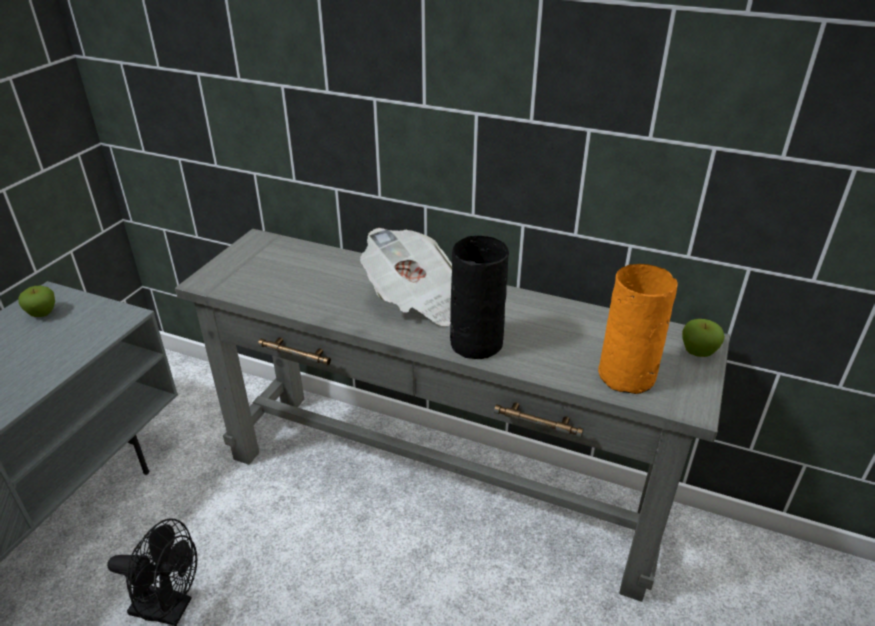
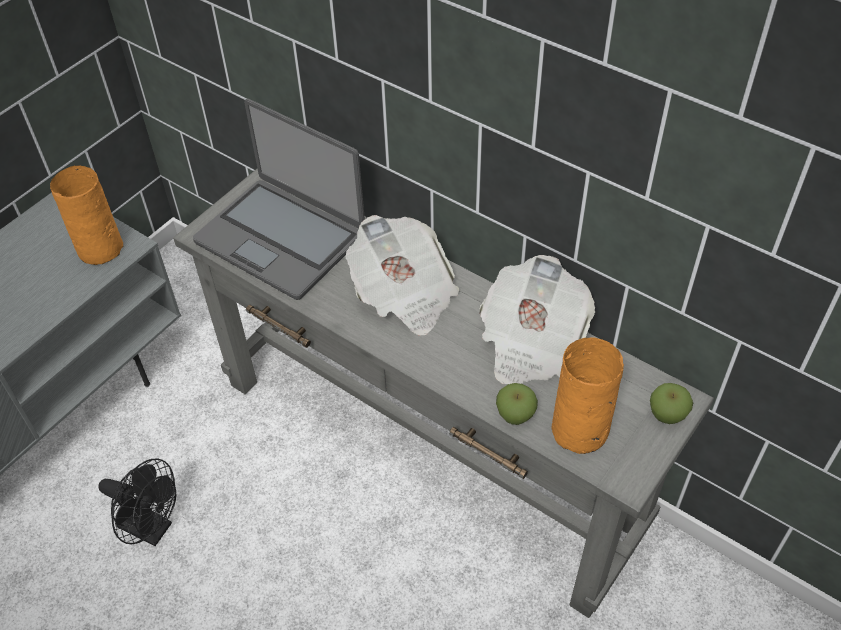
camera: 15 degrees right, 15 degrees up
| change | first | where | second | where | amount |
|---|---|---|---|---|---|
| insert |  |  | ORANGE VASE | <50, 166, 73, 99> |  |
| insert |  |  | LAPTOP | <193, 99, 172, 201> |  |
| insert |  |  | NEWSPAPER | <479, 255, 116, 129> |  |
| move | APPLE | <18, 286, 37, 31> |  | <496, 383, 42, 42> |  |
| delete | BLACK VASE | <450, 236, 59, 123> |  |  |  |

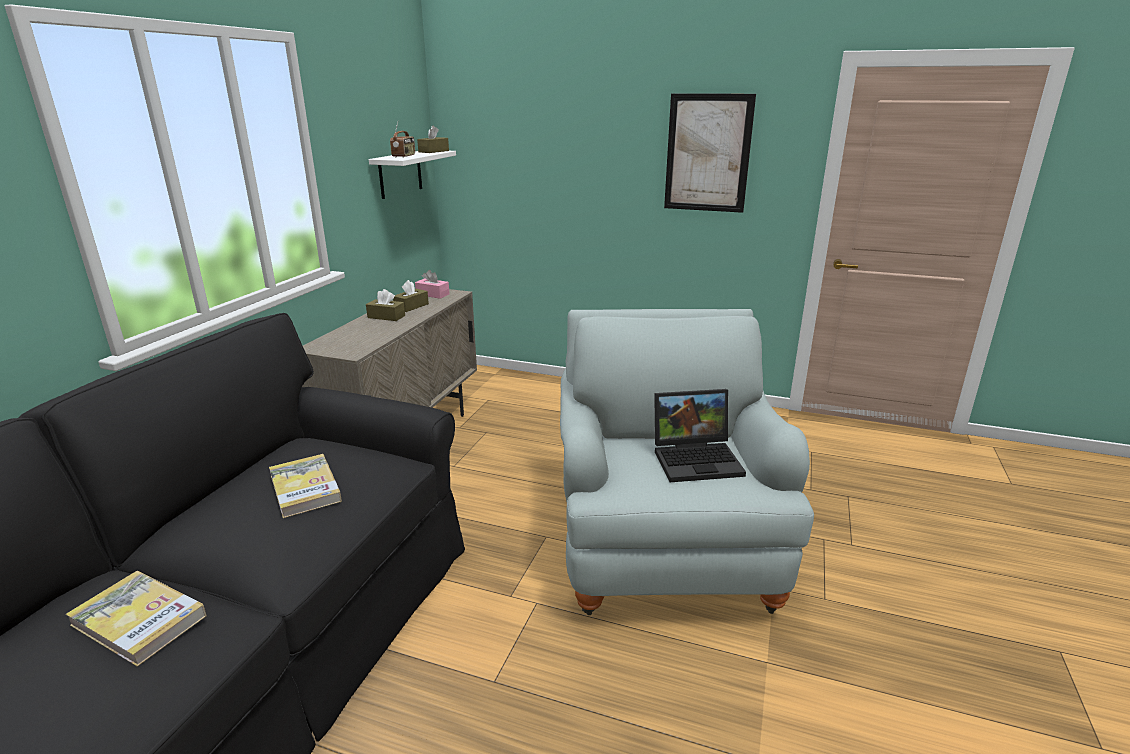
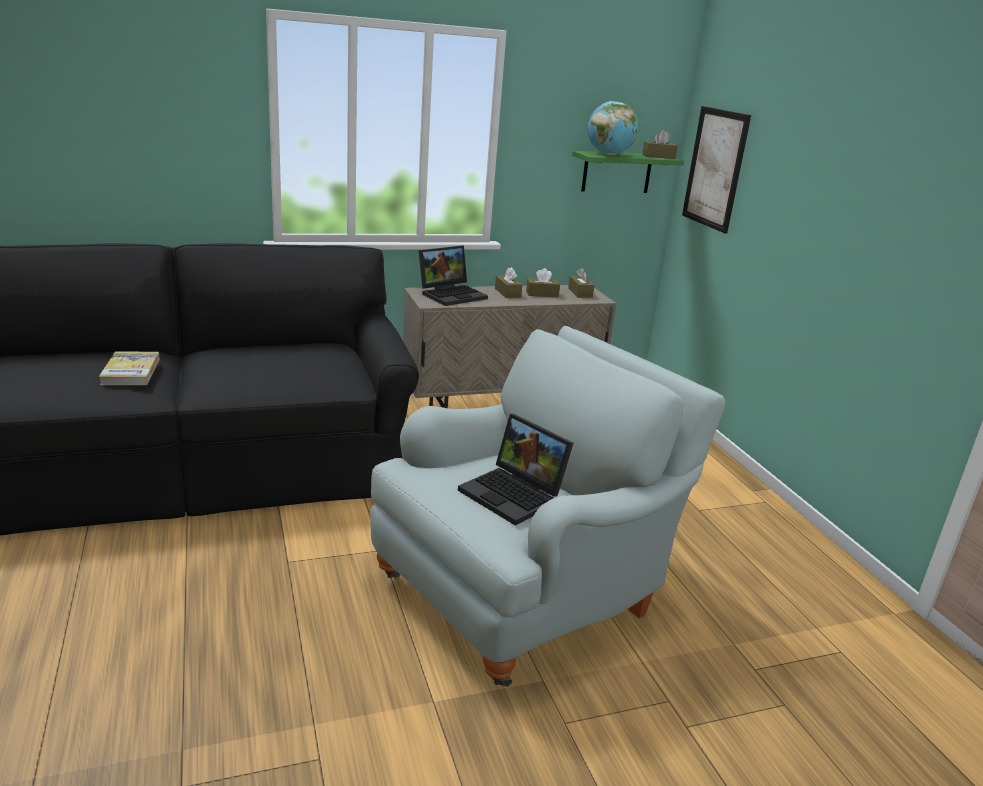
camera: 50 degrees right, 0 degrees up
| change | first | where | second | where | amount |
|---|---|---|---|---|---|
| insert |  |  | LAPTOP | <418, 246, 70, 60> |  |
| recolor | PINK TISSUE BOX | <415, 270, 35, 29> | BROWN TISSUE BOX | <568, 268, 26, 30> |  |
| recolor | WHITE SHELF | <369, 151, 87, 48> | GREEN SHELF | <572, 151, 112, 42> |  |
| replace | RADIO | <390, 122, 25, 36> | GLOBE | <587, 101, 51, 54> |  |
| move | PICTURE | <664, 93, 92, 120> |  | <682, 106, 69, 128> |  |
| delete | BOOK | <269, 454, 73, 64> |  |  |  |

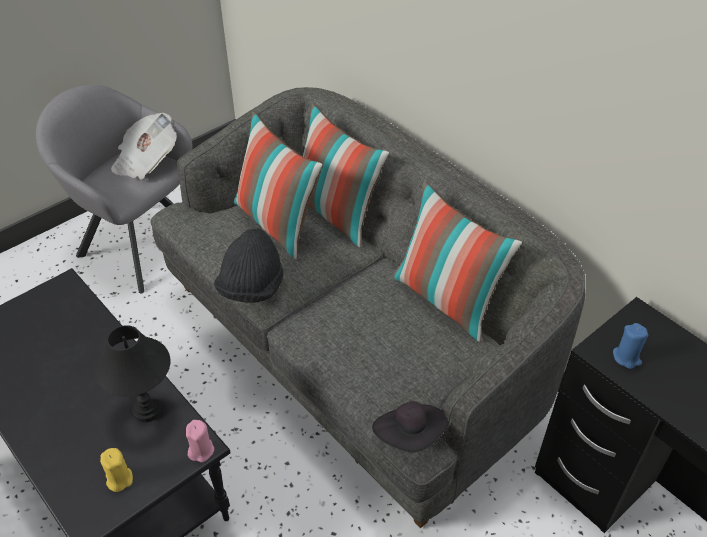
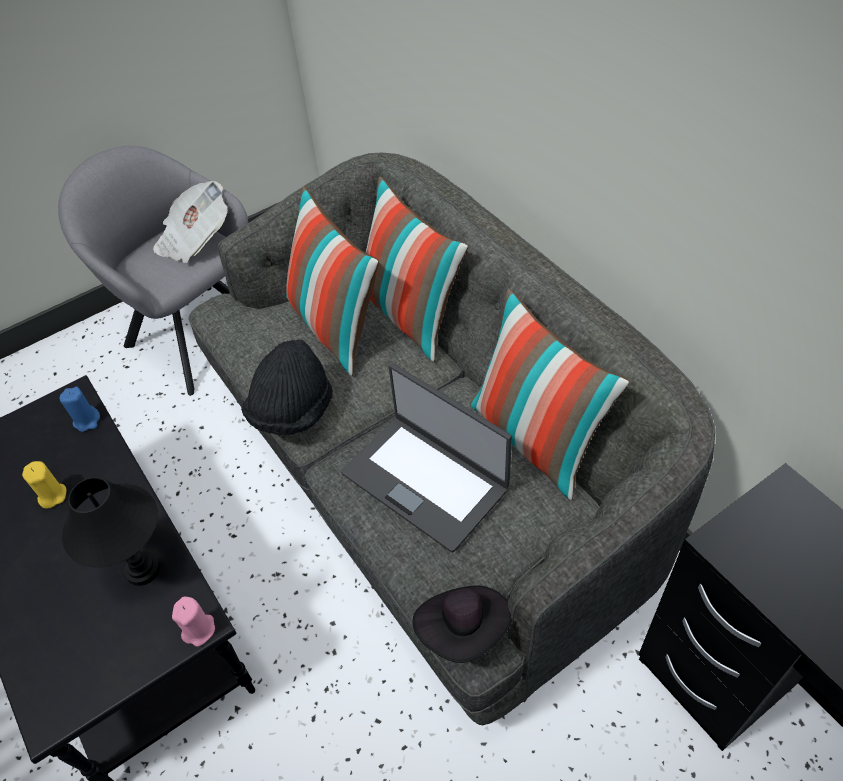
camera: 10 degrees right, 5 degrees up
| change | first | where | second | where | amount |
|---|---|---|---|---|---|
| move | YELLOW CANDLE | <100, 448, 33, 44> |  | <22, 461, 44, 47> |  |
| move | BLUE CANDLE | <613, 323, 35, 46> |  | <60, 387, 40, 45> |  |
| insert |  |  | LAPTOP | <341, 363, 171, 189> |  |

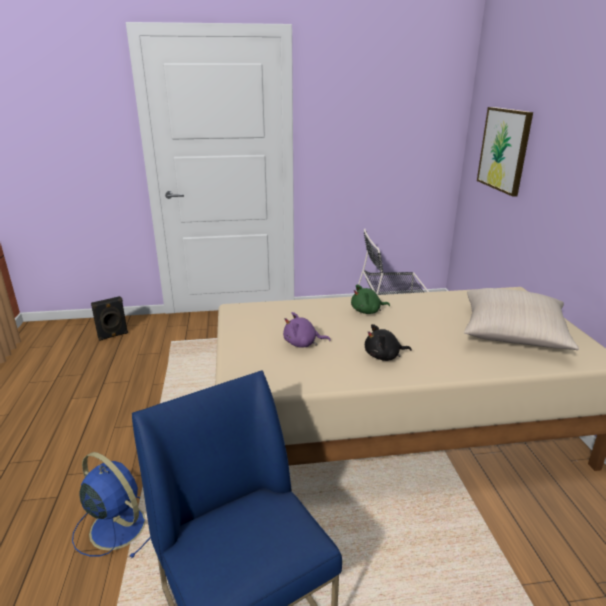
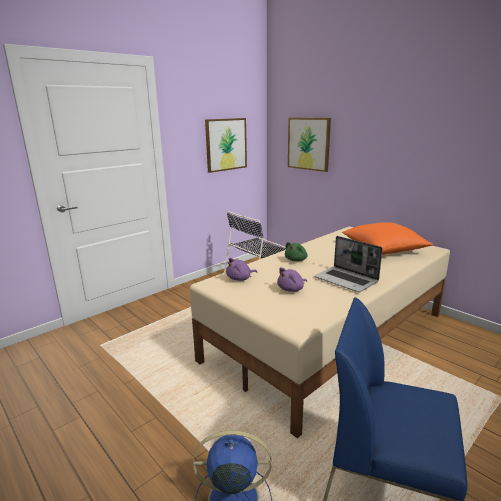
camera: 35 degrees left, 5 degrees down
| change | first | where | second | where | amount |
|---|---|---|---|---|---|
| insert |  |  | PICTURE | <205, 118, 42, 55> |  |
| insert |  |  | PURPLE PLUSH TOY | <226, 258, 31, 23> |  |
| replace | BLACK PLUSH TOY | <365, 324, 47, 37> | LAPTOP | <314, 236, 69, 56> |  |
| recolor | BEIGE PILLOW | <464, 288, 115, 62> | ORANGE PILLOW | <342, 222, 91, 33> |  |
| delete | BLACK SPEAKER | <91, 296, 37, 45> |  |  |  |

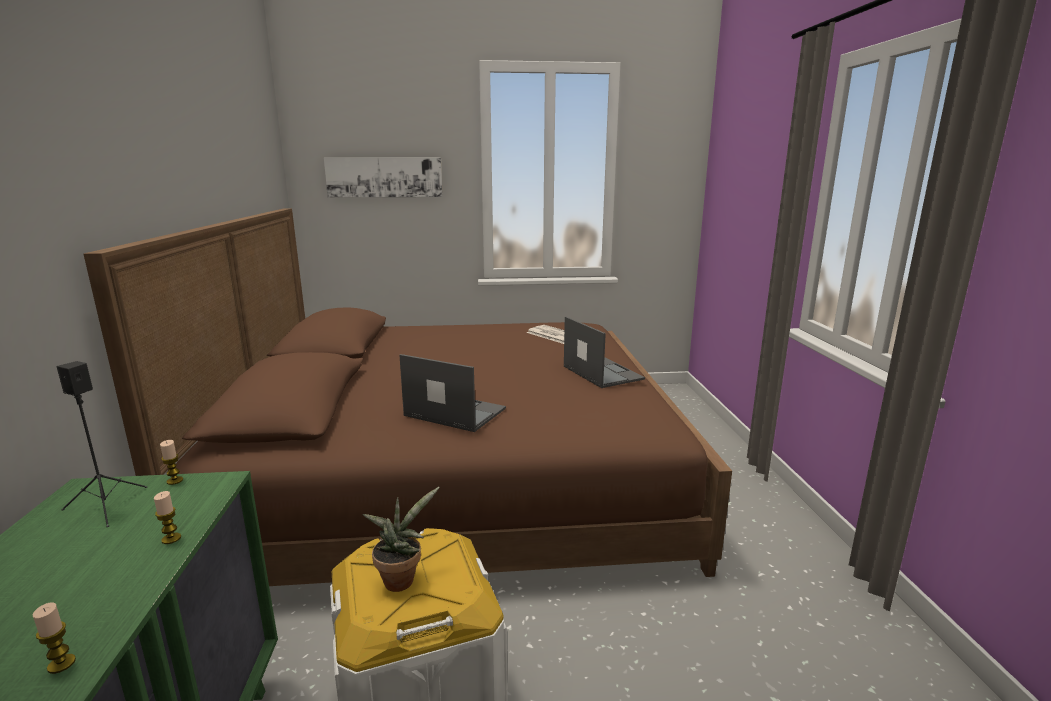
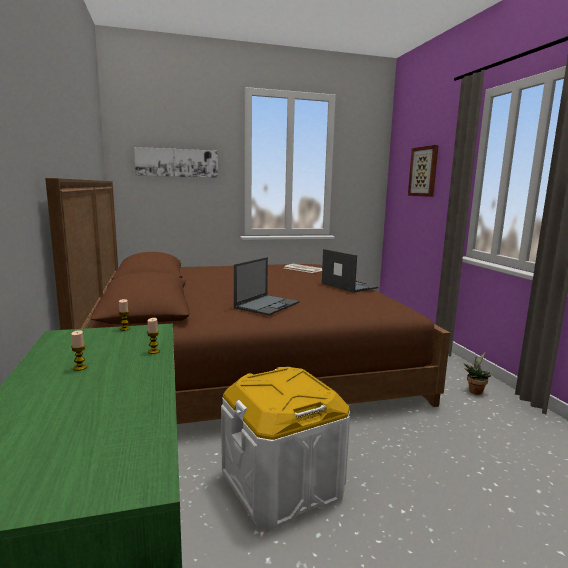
camera: 10 degrees left, 5 degrees down
| change | first | where | second | where | amount |
|---|---|---|---|---|---|
| move | CANDLE | <33, 602, 43, 72> |  | <71, 330, 16, 41> |  |
| rotate | LAPTOP | <399, 354, 107, 78> |  | <234, 257, 65, 59> | 105 degrees clockwise |
| insert |  |  | PICTURE | <408, 145, 31, 52> |  |
| move | POTTED PLANT | <362, 487, 78, 105> |  | <464, 353, 27, 42> |  |
| delete | BLACK SPEAKER | <57, 361, 90, 166> |  |  |  |

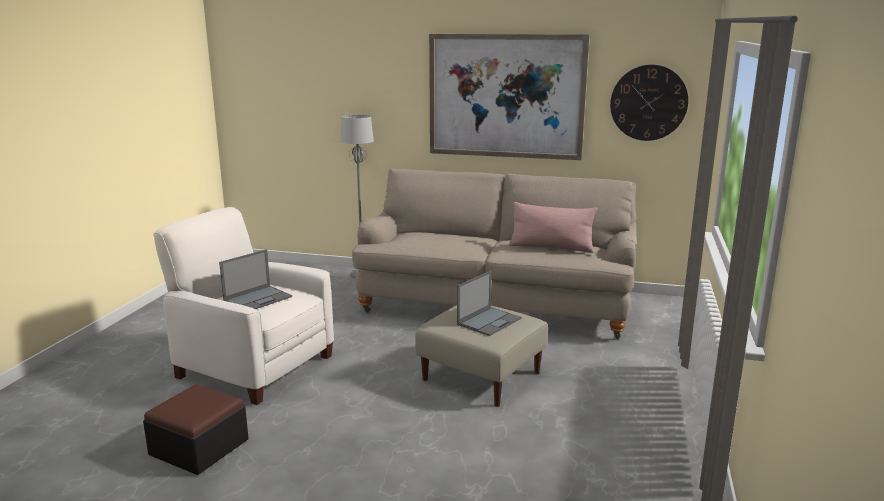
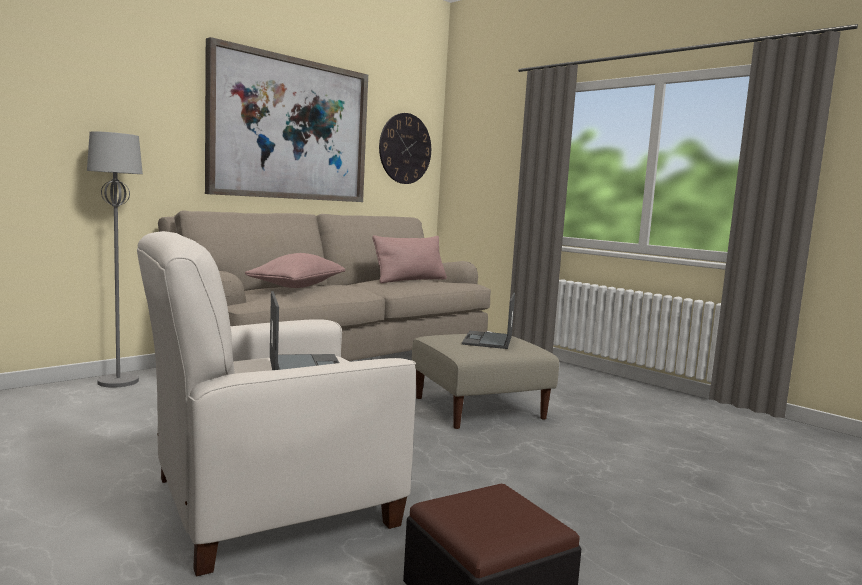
camera: 60 degrees left, 10 degrees down
| change | first | where | second | where | amount |
|---|---|---|---|---|---|
| insert |  |  | PINK PILLOW | <245, 253, 100, 35> |  |
| rotate | LAPTOP | <457, 271, 65, 65> |  | <462, 293, 53, 56> | 150 degrees counterclockwise |

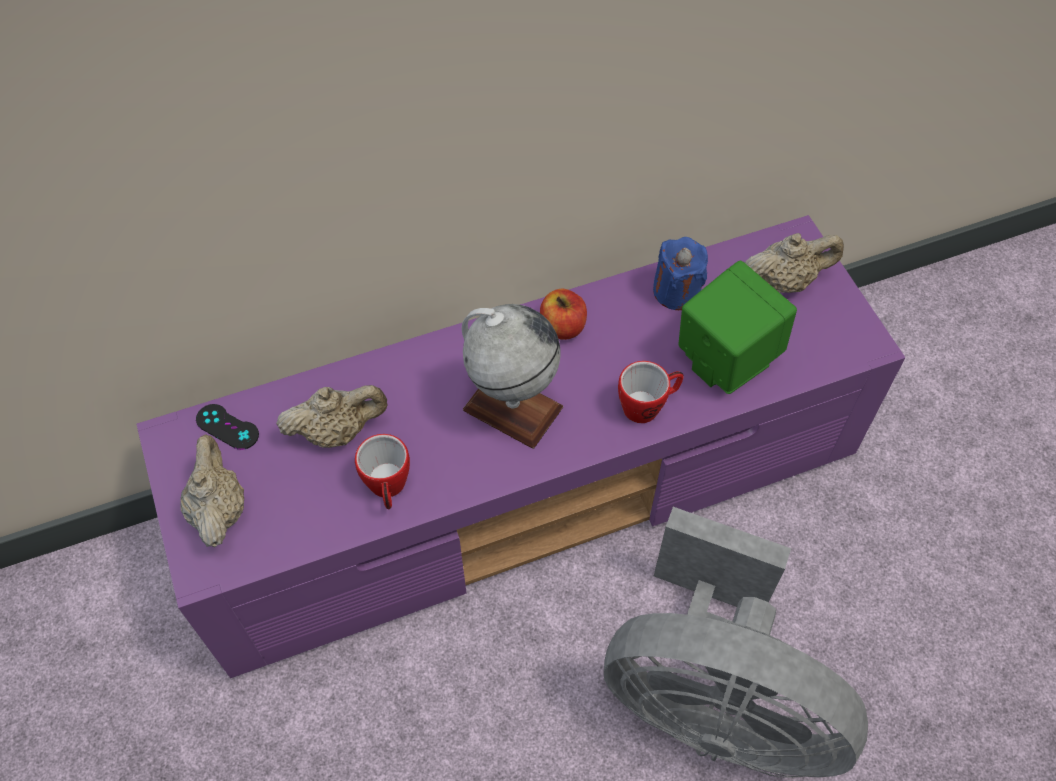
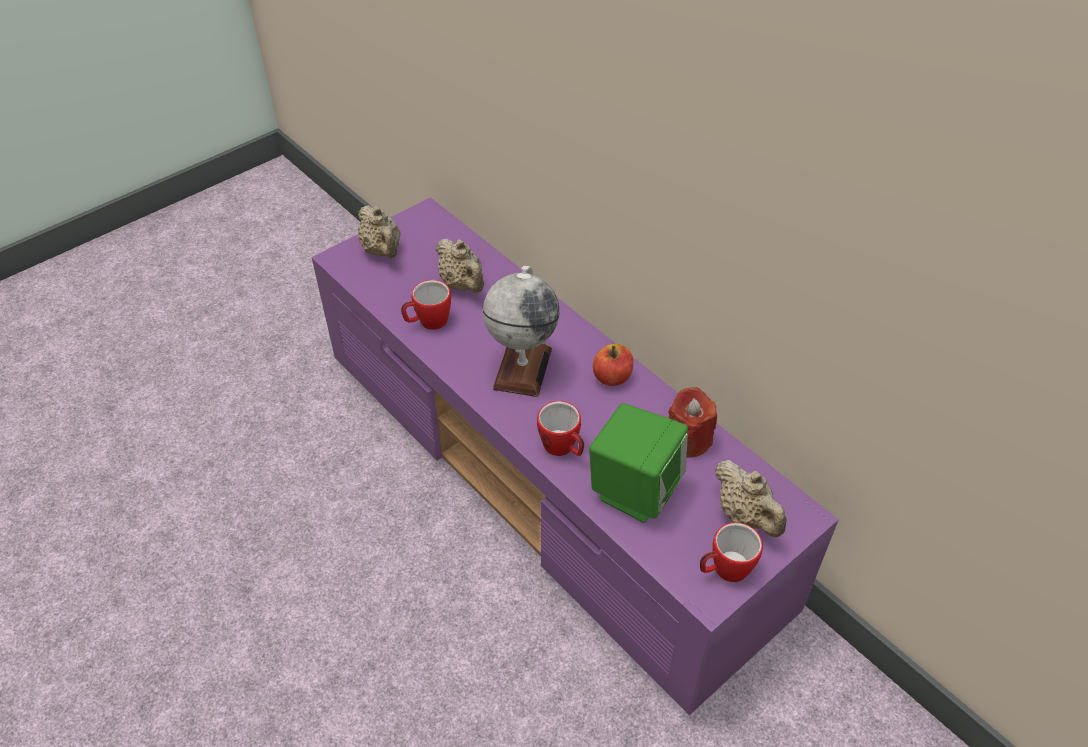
camera: 70 degrees right, 10 degrees down
| change | first | where | second | where | amount |
|---|---|---|---|---|---|
| rotate | BEIGE TEAPOT | <180, 434, 64, 114> |  | <358, 205, 42, 53> | 90 degrees clockwise |
| recolor | BLUE CANDLE | <653, 237, 55, 73> | RED CANDLE | <668, 387, 49, 70> |  |
| insert |  |  | MUG | <700, 522, 63, 60> |  |
| delete | BLACK GAME CONTROLLER | <196, 404, 63, 46> |  |  |  |
| delete | GREY FAN | <604, 507, 264, 271> |  |  |  |

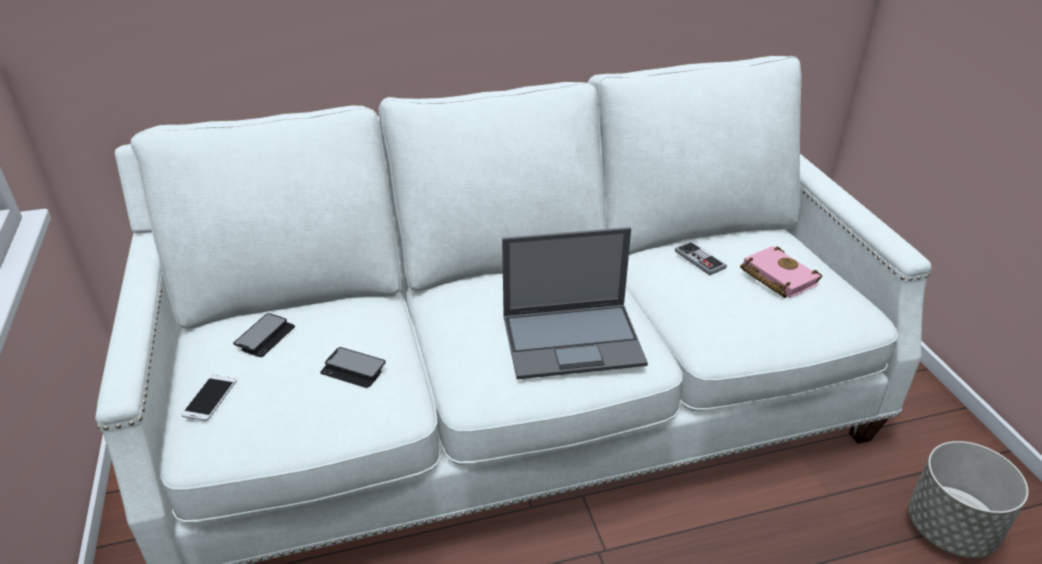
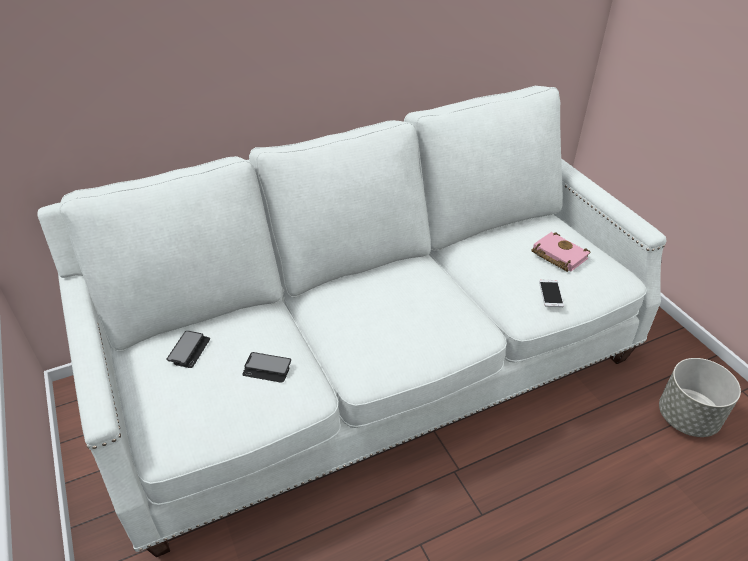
camera: 10 degrees left, 5 degrees up
| change | first | where | second | where | amount |
|---|---|---|---|---|---|
| move | PHONE | <181, 375, 56, 46> |  | <539, 280, 25, 27> |  |
| delete | LAPTOP | <502, 227, 146, 152> |  |  |  |
| delete | GAME CONTROLLER | <675, 241, 52, 34> |  |  |  |

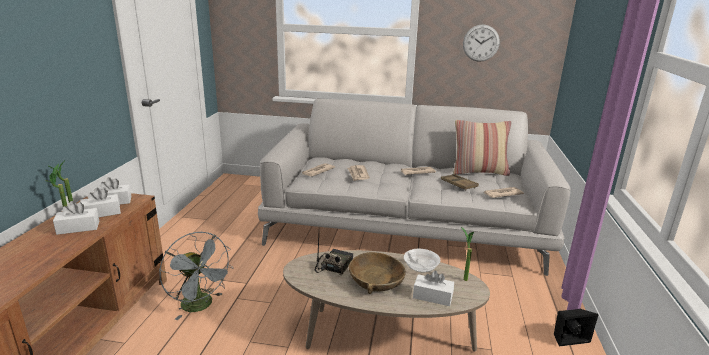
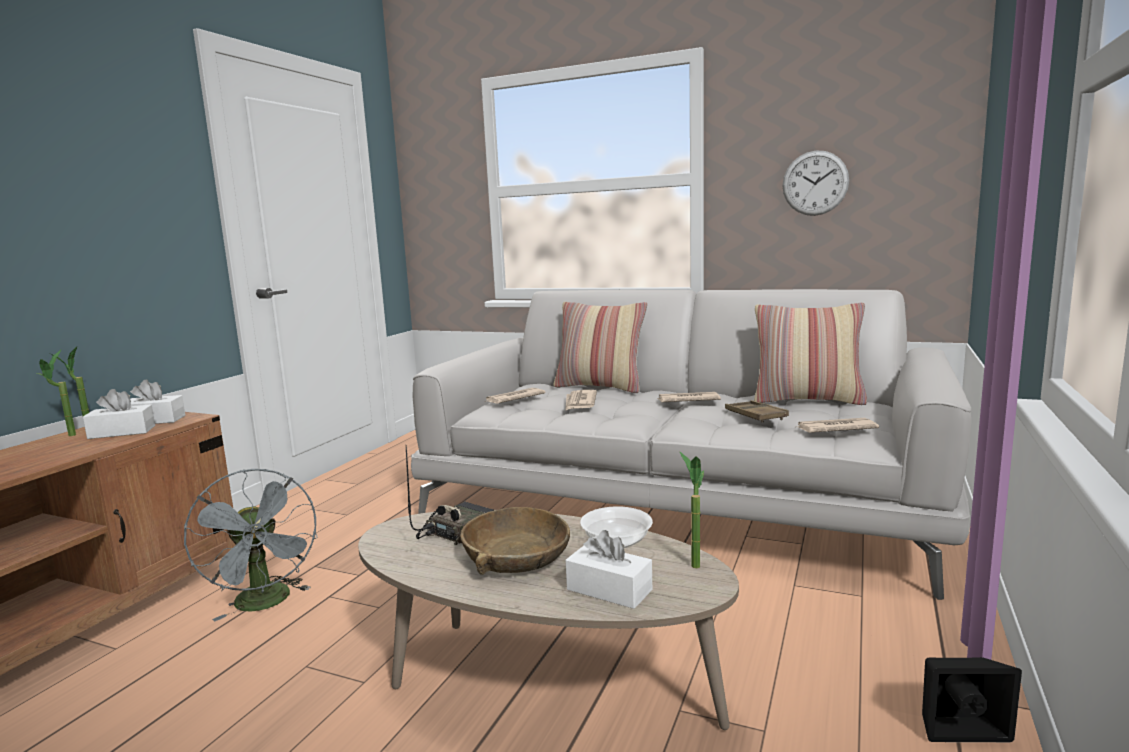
camera: 15 degrees right, 10 degrees down
| change | first | where | second | where | amount |
|---|---|---|---|---|---|
| insert |  |  | PILLOW | <553, 302, 94, 91> |  |
| delete | WHITE TISSUE BOX | <53, 201, 46, 34> |  |  |  |

